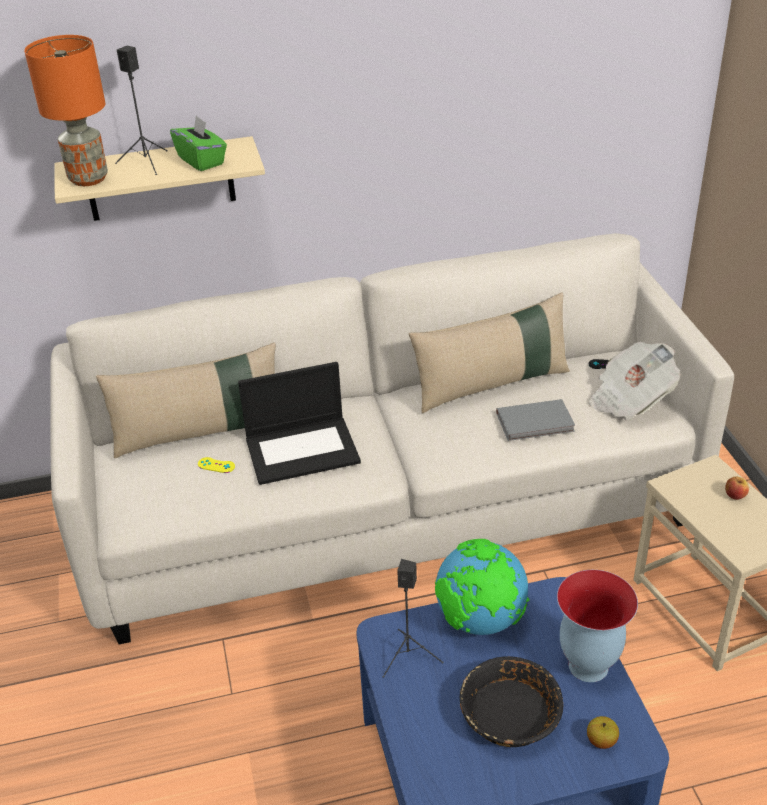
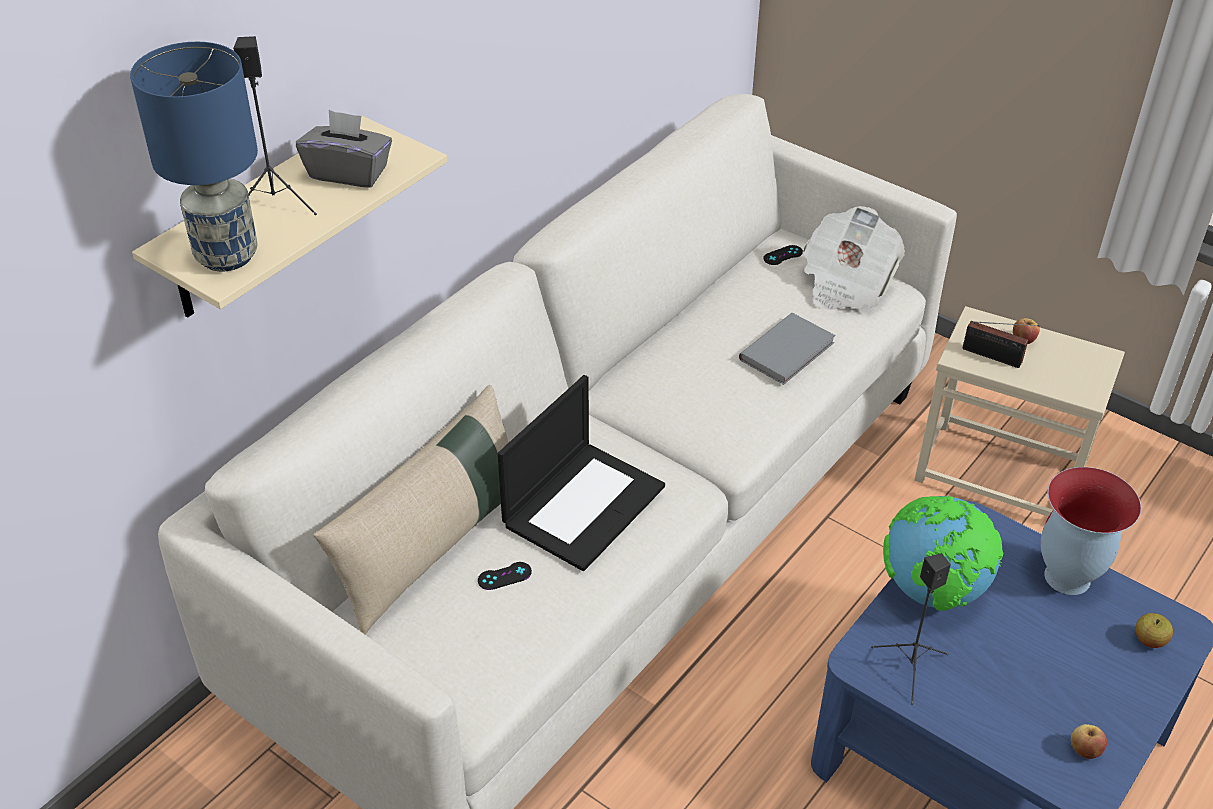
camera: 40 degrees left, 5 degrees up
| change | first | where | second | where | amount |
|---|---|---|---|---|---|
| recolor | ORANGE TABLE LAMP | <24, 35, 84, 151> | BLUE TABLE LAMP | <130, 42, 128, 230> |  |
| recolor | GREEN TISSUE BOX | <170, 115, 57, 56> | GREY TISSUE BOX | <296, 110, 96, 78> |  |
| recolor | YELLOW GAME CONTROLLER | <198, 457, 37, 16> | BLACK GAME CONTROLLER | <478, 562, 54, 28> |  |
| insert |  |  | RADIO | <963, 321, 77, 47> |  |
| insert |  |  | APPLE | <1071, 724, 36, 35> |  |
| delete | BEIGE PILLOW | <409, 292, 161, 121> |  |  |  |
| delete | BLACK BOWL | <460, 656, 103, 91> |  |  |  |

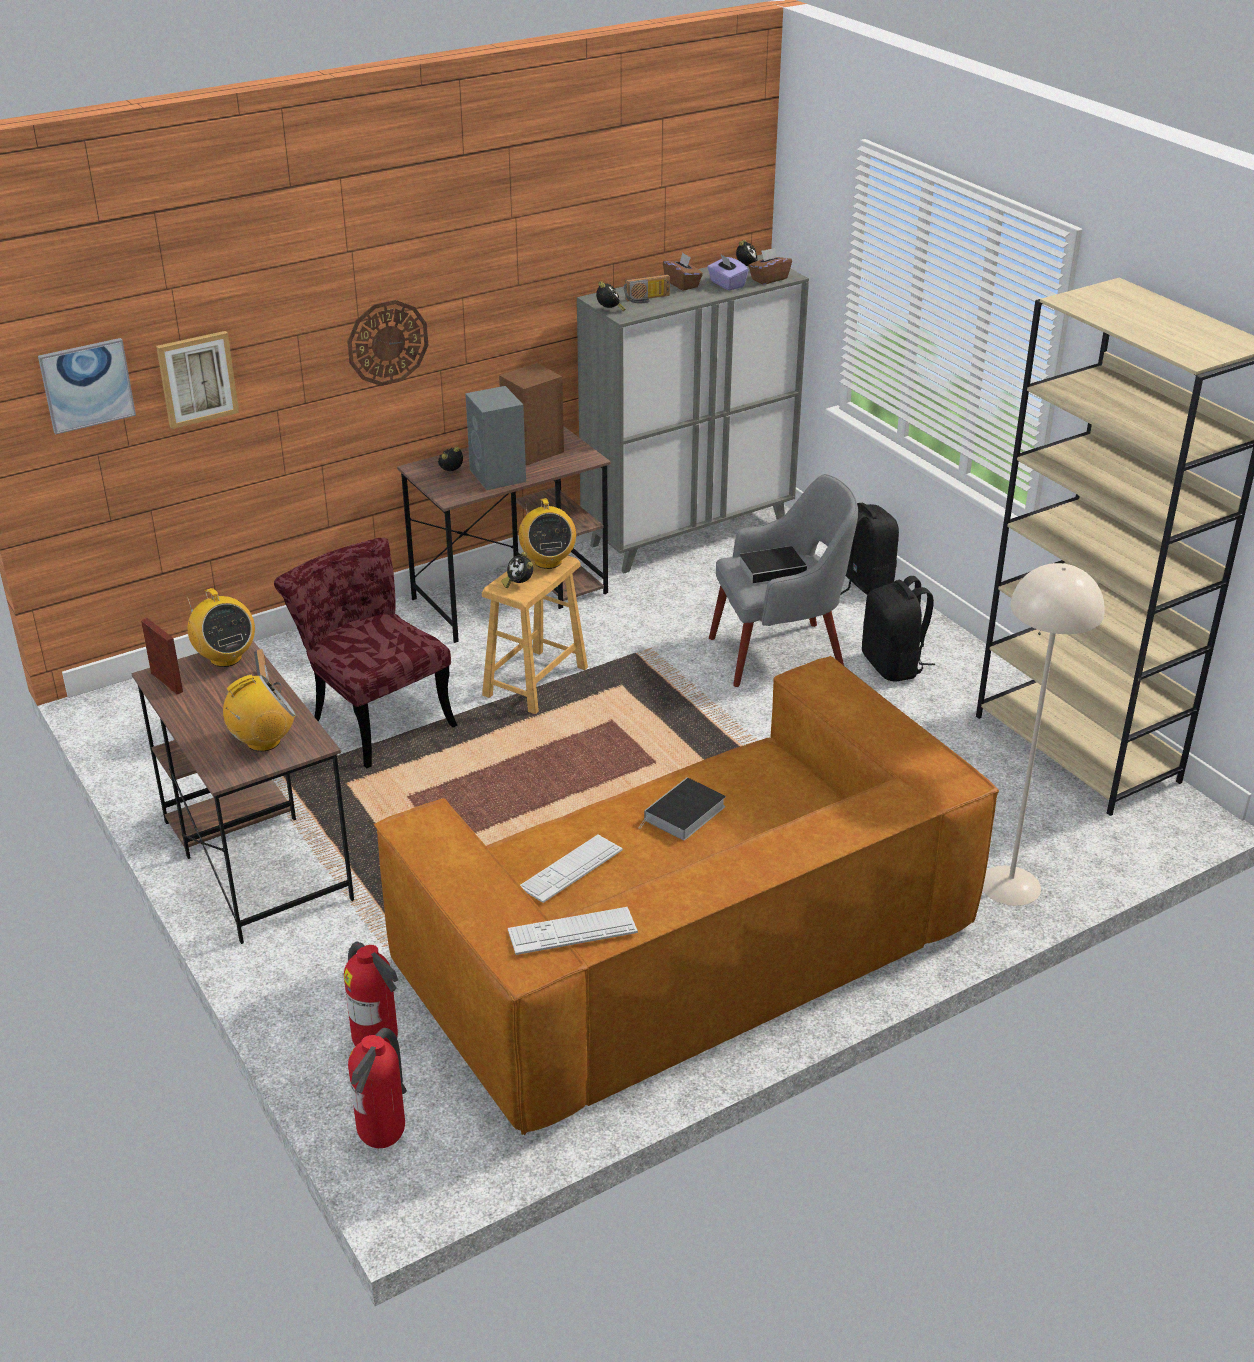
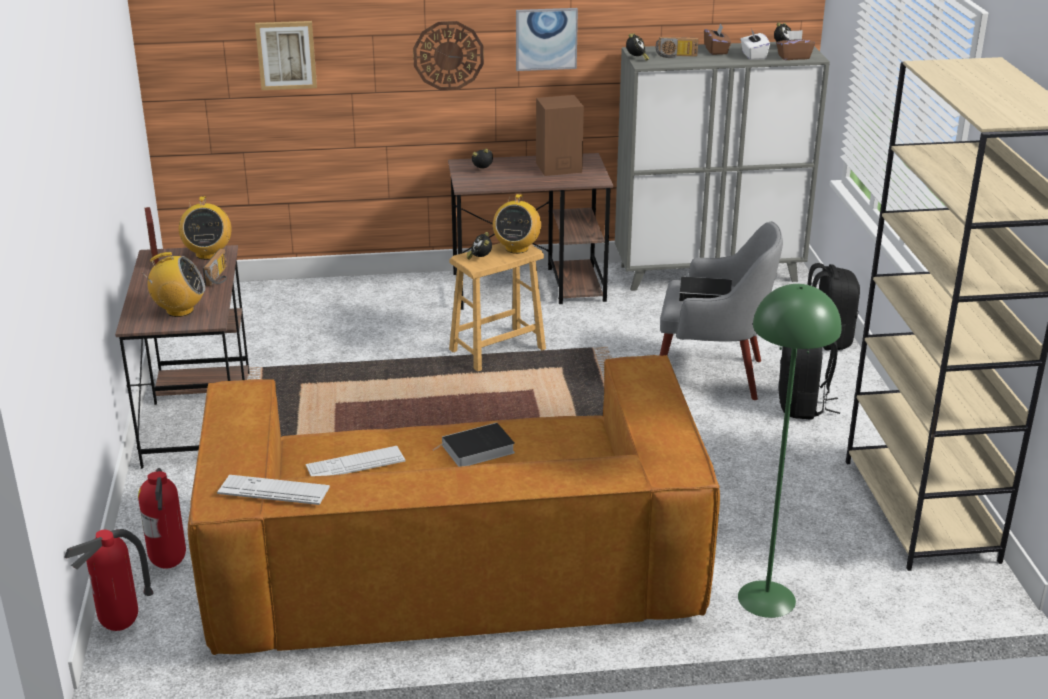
camera: 25 degrees right, 5 degrees down
| change | first | where | second | where | amount |
|---|---|---|---|---|---|
| move | PICTURE | <38, 338, 98, 96> |  | <516, 8, 62, 63> |  |
| recolor | BEIGE FLOOR LAMP | <982, 563, 123, 343> | GREEN FLOOR LAMP | <738, 284, 104, 334> |  |
| recolor | PURPLE TISSUE BOX | <707, 255, 41, 36> | WHITE TISSUE BOX | <740, 29, 30, 31> |  |
| delete | RED CHAIR | <274, 538, 183, 230> |  |  |  |
| delete | GREY SPEAKER | <465, 386, 61, 104> |  |  |  |

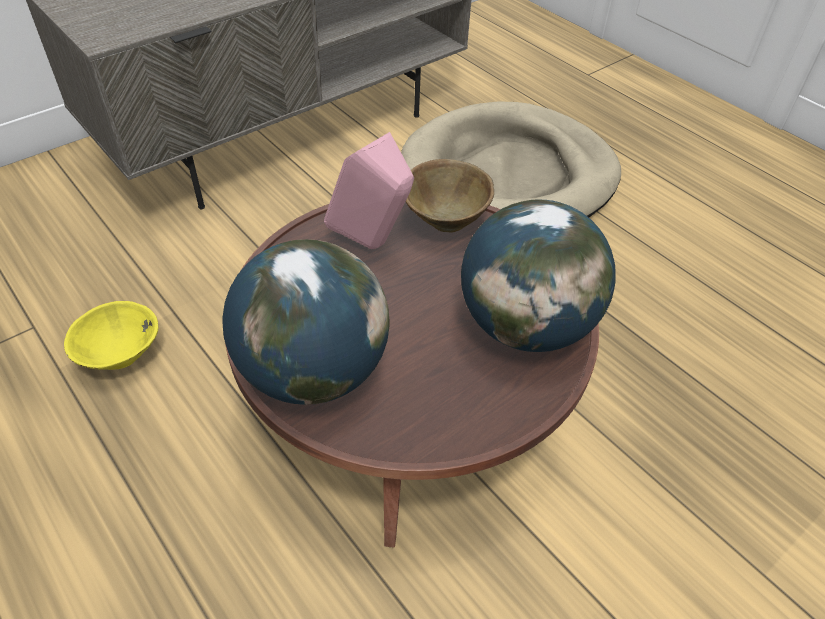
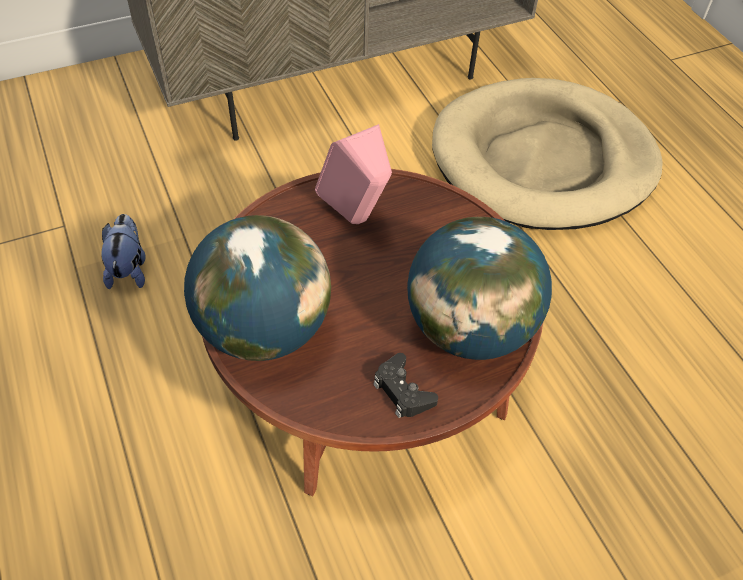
camera: 15 degrees right, 5 degrees up
| change | first | where | second | where | amount |
|---|---|---|---|---|---|
| replace | YELLOW BOWL | <64, 301, 94, 69> | PLUSH TOY | <101, 214, 45, 75> |  |
| insert |  |  | BLACK GAME CONTROLLER | <373, 353, 65, 65> |  |
| delete | BROWN BOWL | <405, 159, 89, 73> |  |  |  |

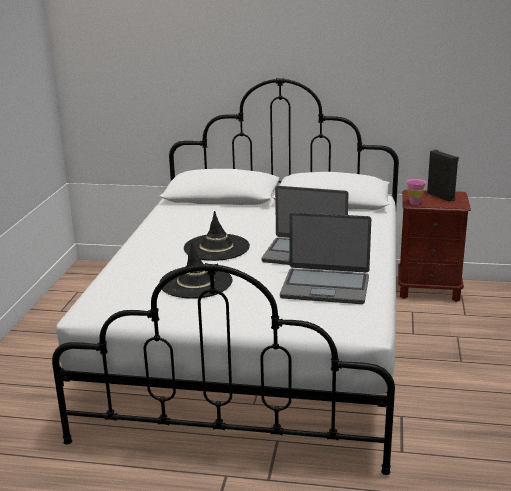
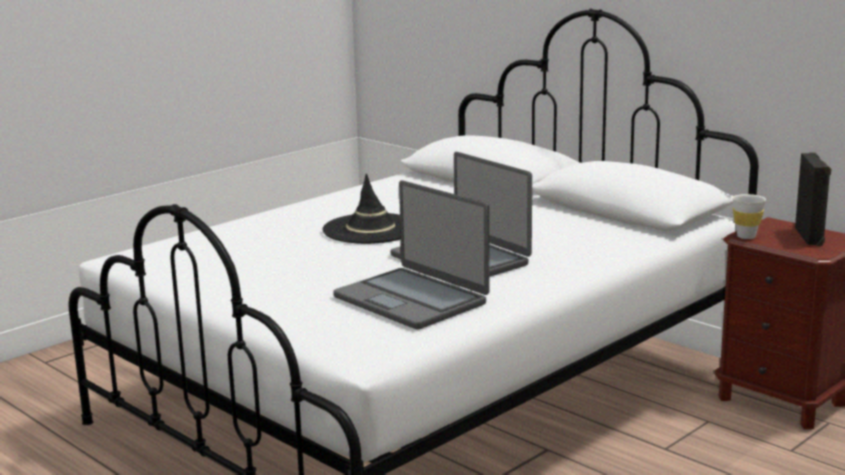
camera: 35 degrees right, 5 degrees down
| change | first | where | second | where | amount |
|---|---|---|---|---|---|
| recolor | PINK CUP | <407, 179, 19, 26> | WHITE CUP | <732, 194, 34, 45> |  |
| delete | BLACK HAT | <159, 243, 73, 56> |  |  |  |

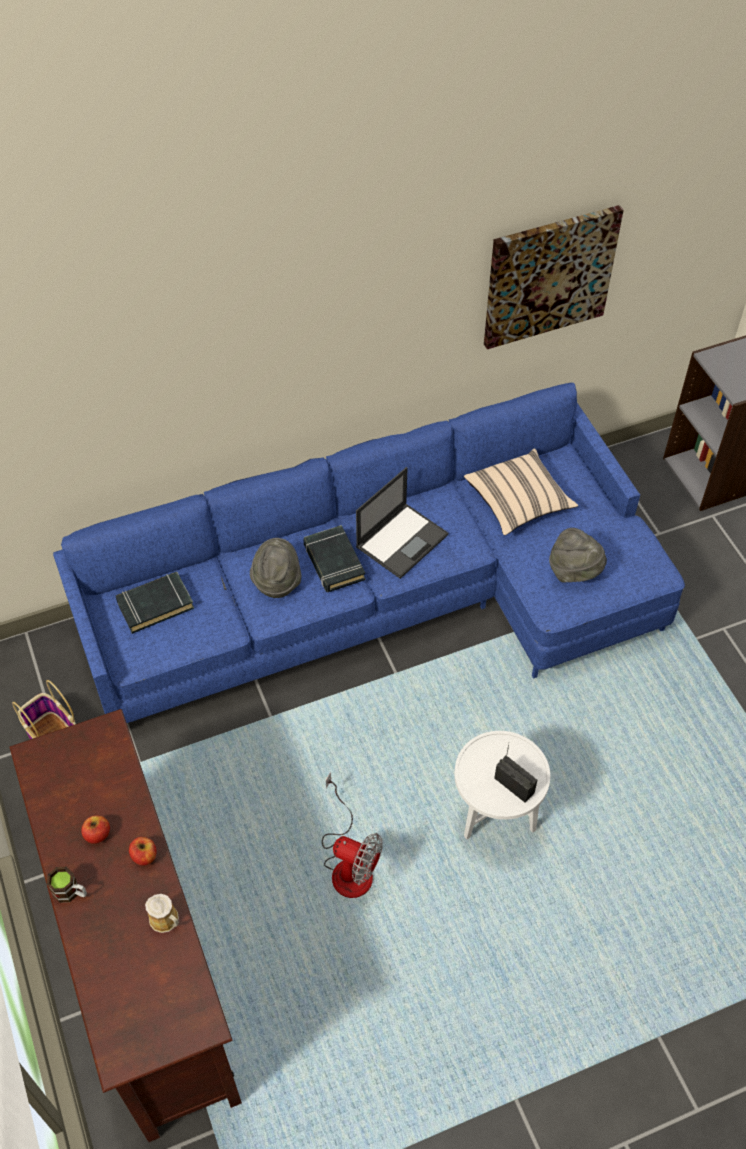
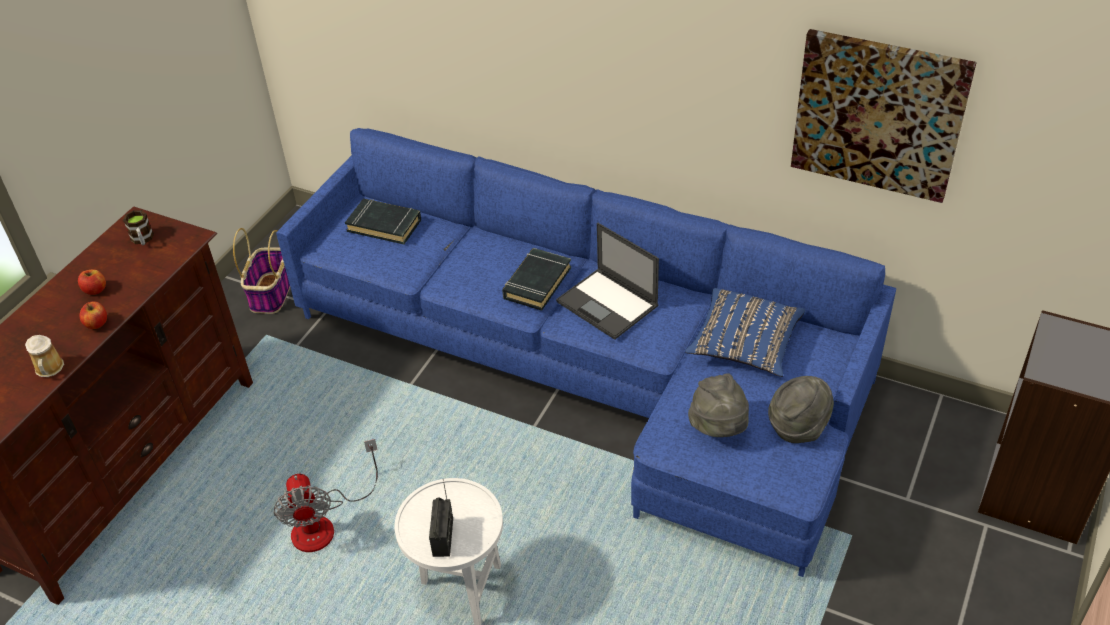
camera: 50 degrees right, 10 degrees down
| change | first | where | second | where | amount |
|---|---|---|---|---|---|
| move | MUG | <47, 867, 40, 36> |  | <123, 210, 31, 35> |  |
| rotate | LAPTOP | <356, 467, 92, 112> |  | <556, 223, 103, 117> | 45 degrees clockwise |
| recolor | BEIGE PILLOW | <464, 448, 114, 87> | BLUE PILLOW | <685, 288, 120, 89> |  |
| move | GREY HAT | <250, 538, 51, 60> |  | <768, 376, 66, 67> |  |

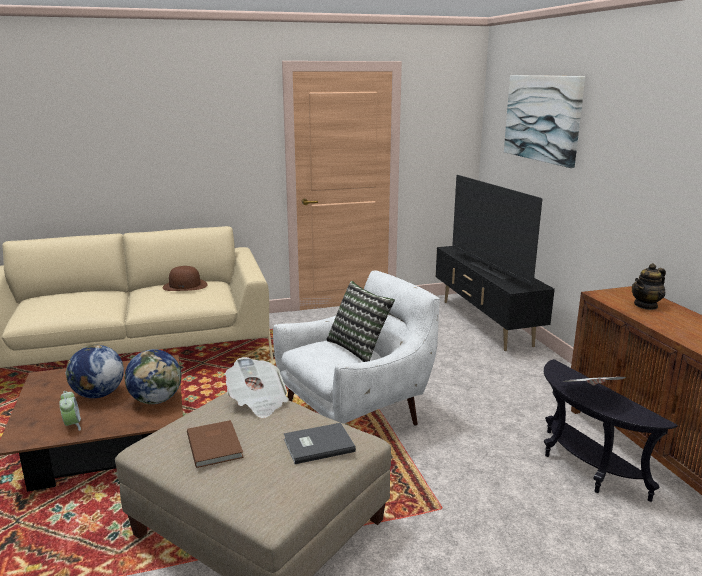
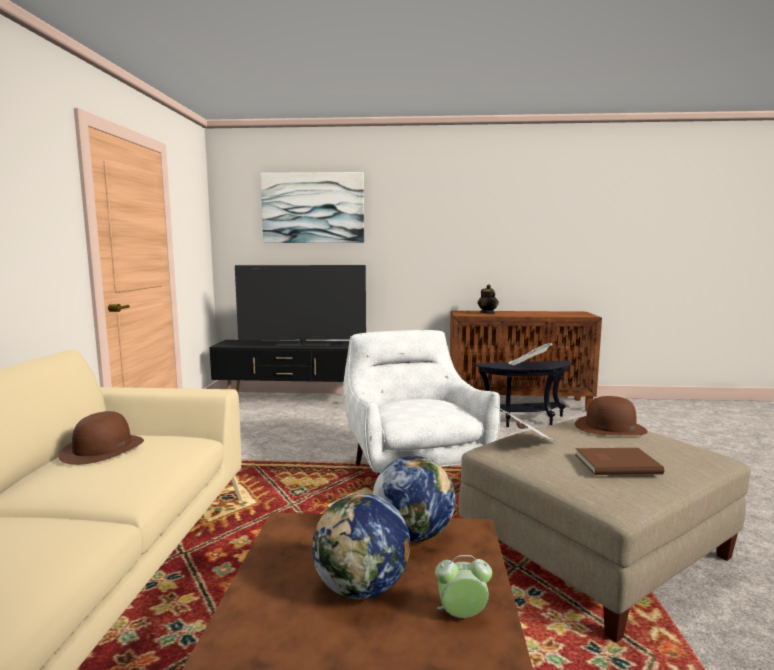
camera: 70 degrees left, 10 degrees down
| change | first | where | second | where | amount |
|---|---|---|---|---|---|
| replace | GREY BOOK | <284, 423, 72, 41> | BROWN HAT | <575, 396, 73, 39> |  |
| delete | PILLOW | <326, 281, 69, 81> |  |  |  |

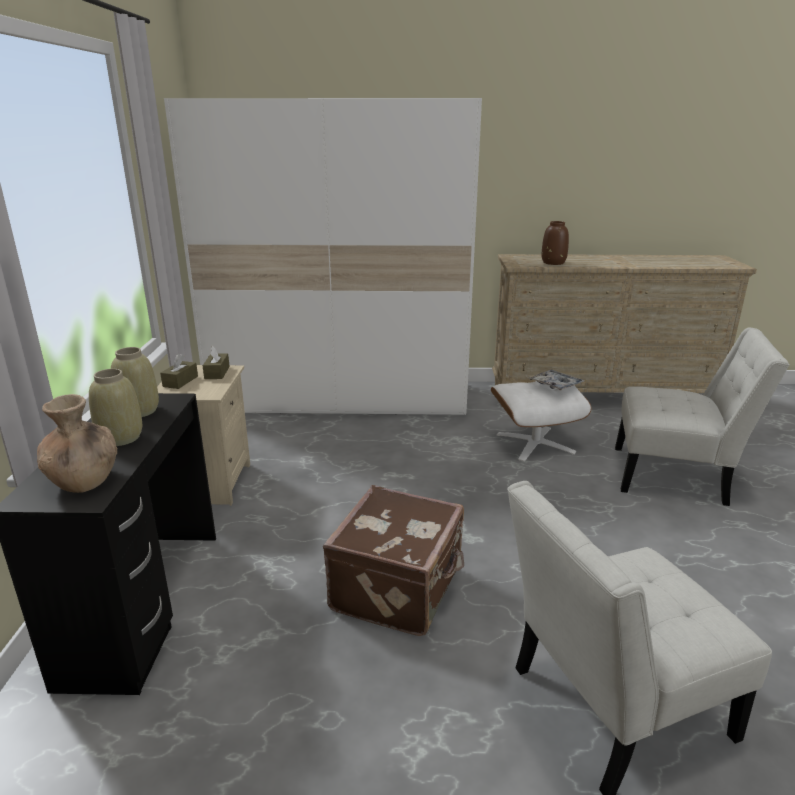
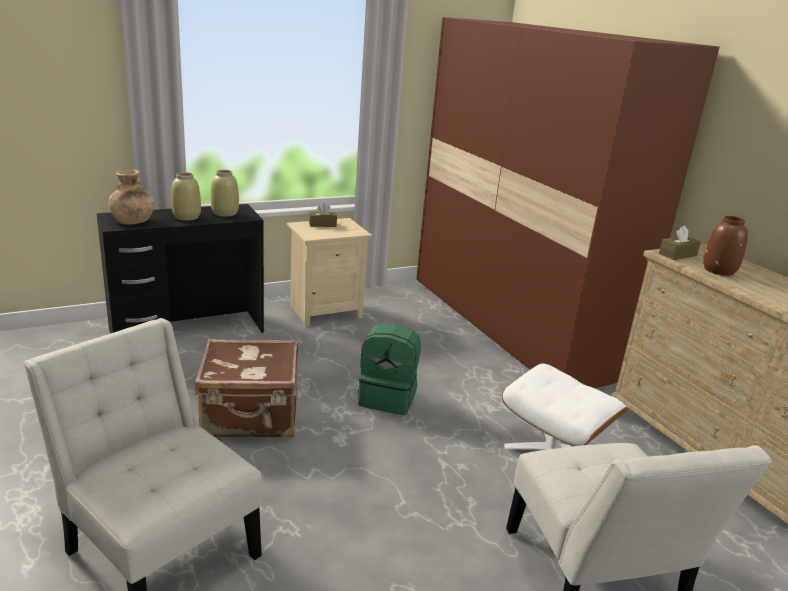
camera: 60 degrees right, 0 degrees up
| change | first | where | second | where | amount |
|---|---|---|---|---|---|
| insert |  |  | GREEN BACKPACK | <358, 324, 63, 91> |  |
| recolor | WHITE WARDROBE | <164, 98, 318, 317> | BROWN WARDROBE | <416, 17, 303, 371> |  |
| move | BROWN TISSUE BOX | <203, 346, 27, 33> |  | <659, 226, 42, 34> |  |
| delete | TRAY | <527, 370, 58, 21> |  |  |  |

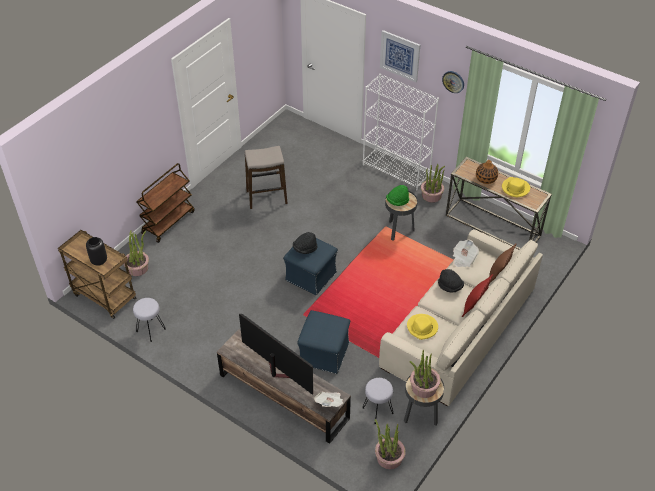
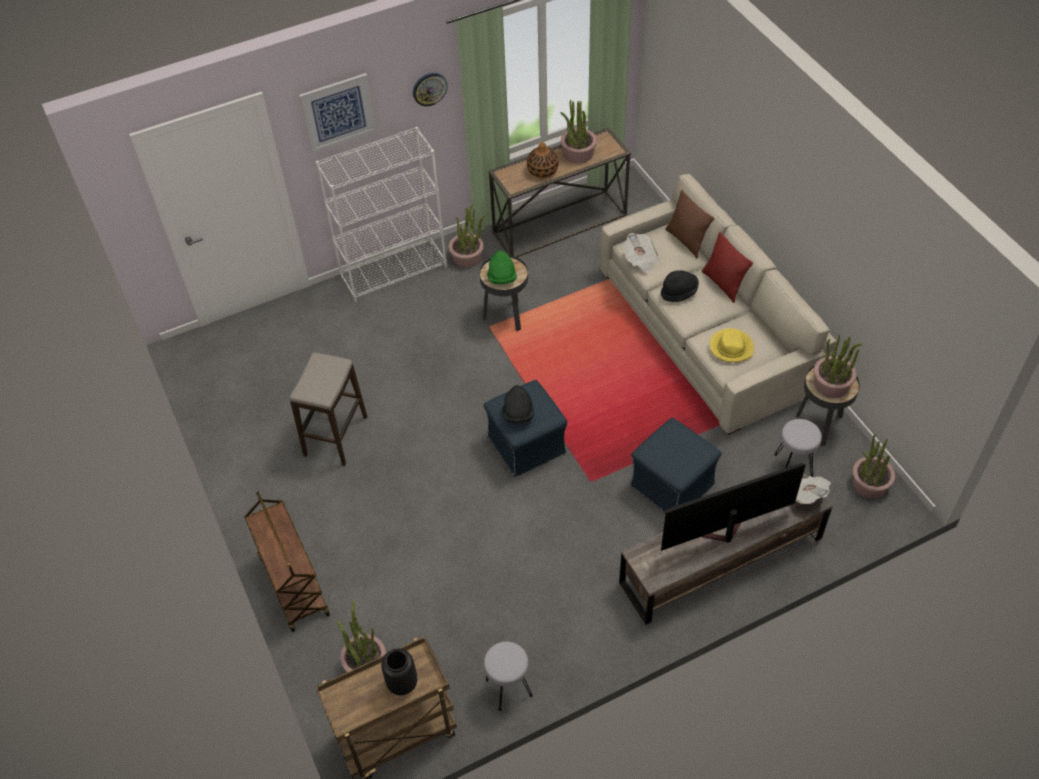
camera: 60 degrees left, 5 degrees up
| change | first | where | second | where | amount |
|---|---|---|---|---|---|
| replace | YELLOW HAT | <502, 177, 28, 20> | POTTED PLANT | <561, 100, 36, 63> |  |

